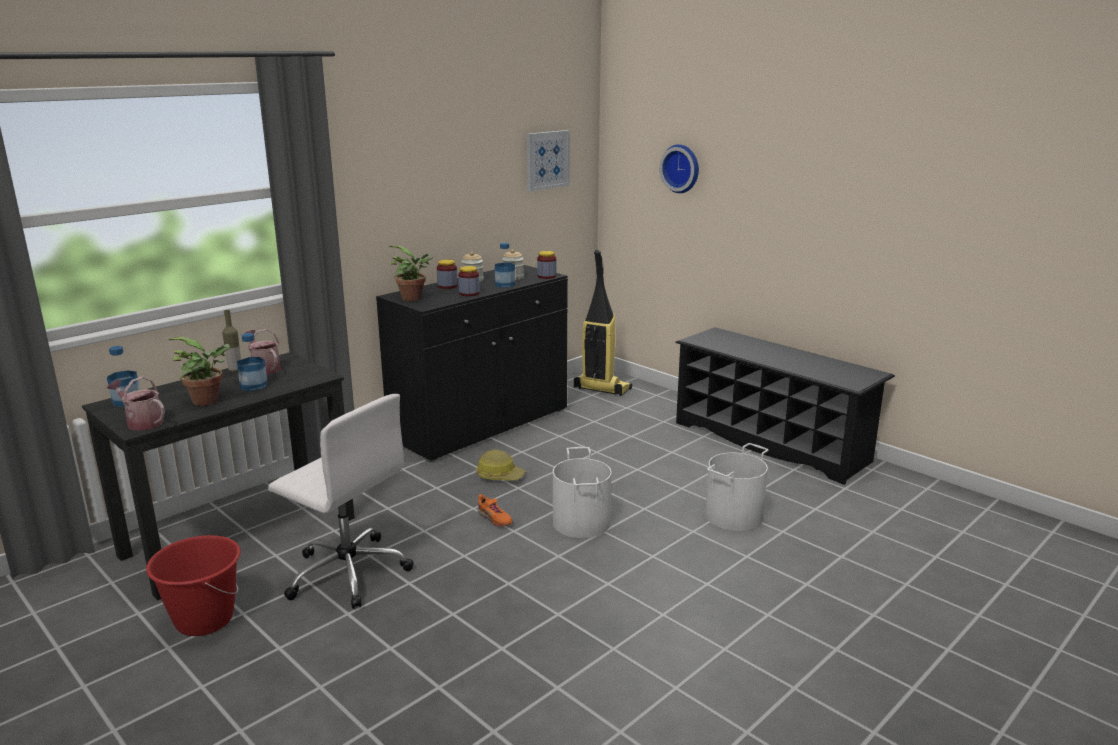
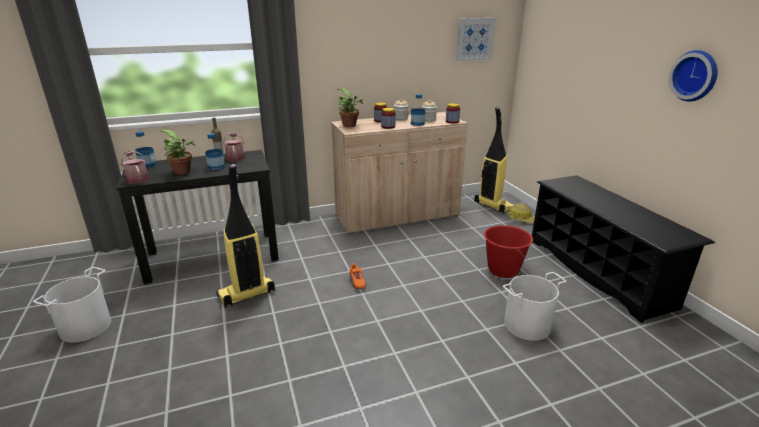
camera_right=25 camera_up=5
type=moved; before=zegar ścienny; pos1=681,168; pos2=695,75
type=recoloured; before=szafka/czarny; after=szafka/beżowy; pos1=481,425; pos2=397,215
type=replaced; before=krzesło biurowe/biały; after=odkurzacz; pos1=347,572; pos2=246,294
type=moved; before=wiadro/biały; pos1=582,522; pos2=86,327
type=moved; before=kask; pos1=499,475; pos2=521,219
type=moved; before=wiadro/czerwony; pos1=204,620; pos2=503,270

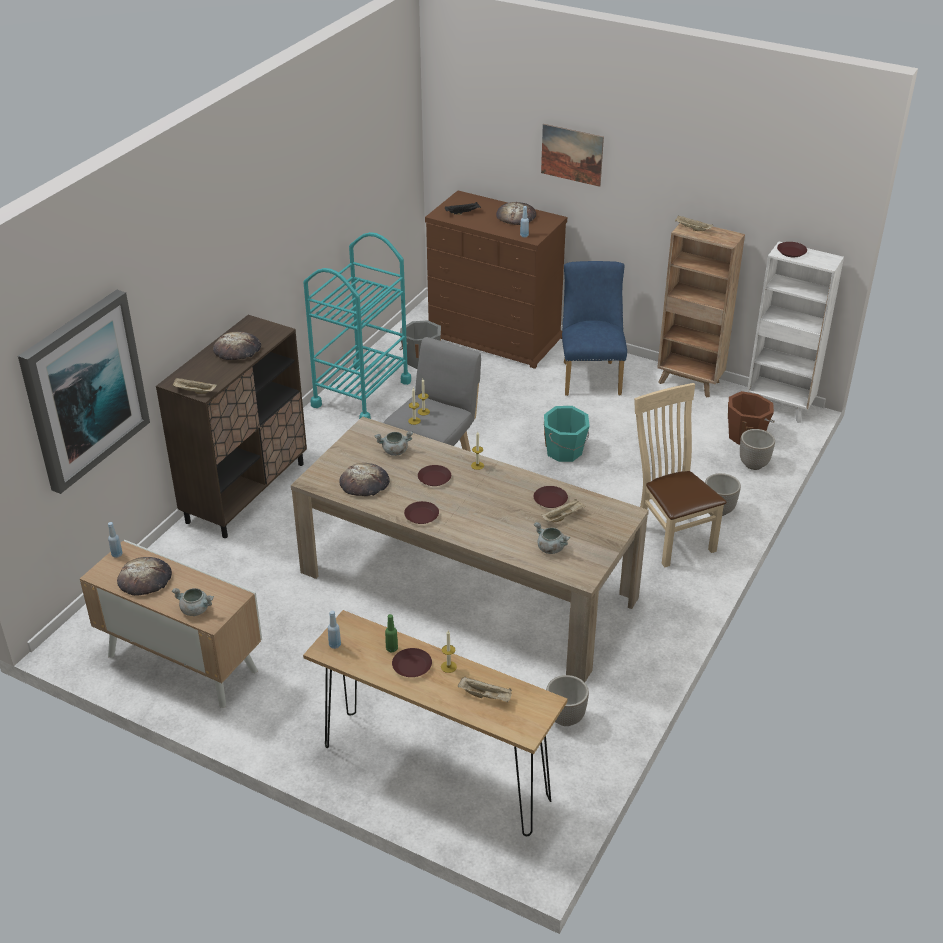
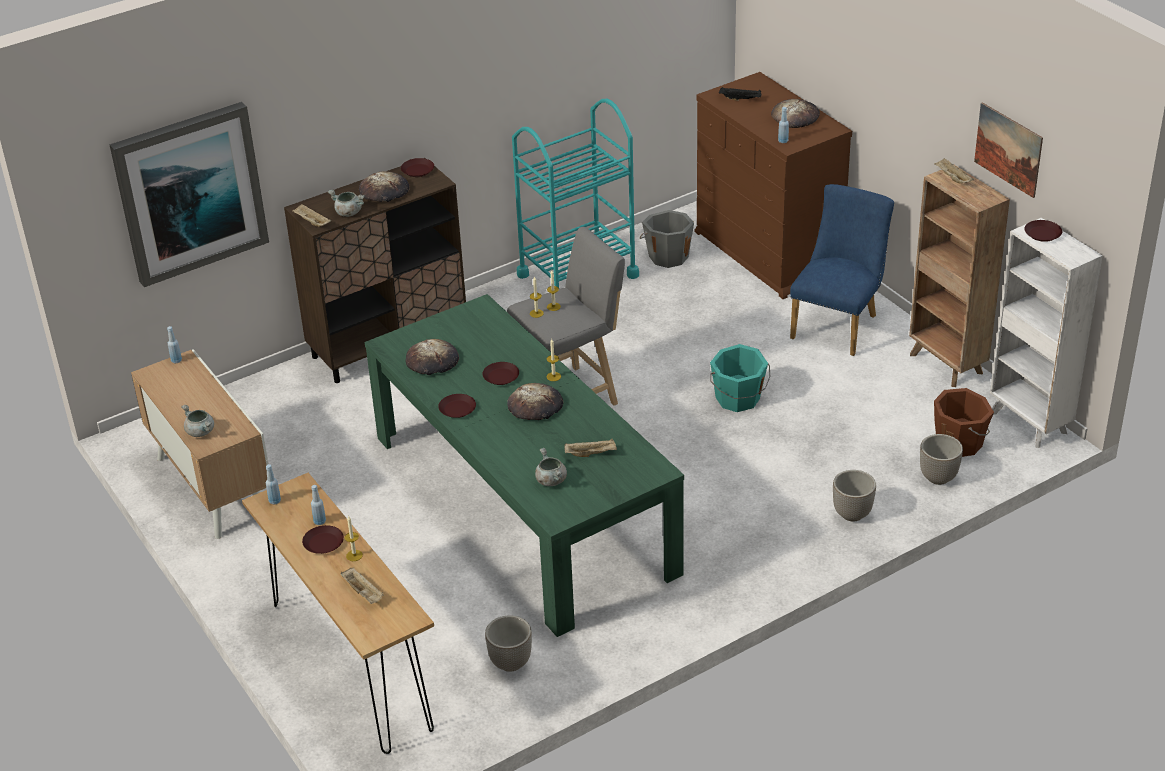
camera_right=30 camera_up=0
type=moved; before=obraz; pos1=572,155; pos2=1008,149
type=removed; before=krzesło/beżowy; pos1=671,535
type=recoloured; before=stół jadalny/beżowy; after=stół jadalny/zielony; pos1=467,585; pos2=523,503
type=moved; before=garnek/szary; pos1=394,451; pos2=348,213
type=moved; before=talerz/brązowy; pos1=550,500; pos2=417,170
type=moved; before=chleb; pos1=145,579; pos2=535,406
type=recoloured; before=butelka/zielony; after=butelka/niebieski; pos1=392,648; pos2=319,521

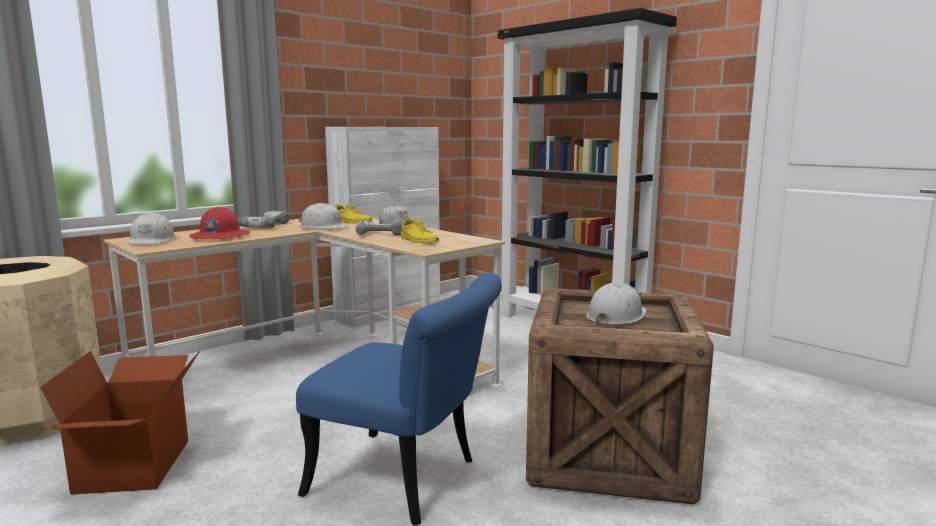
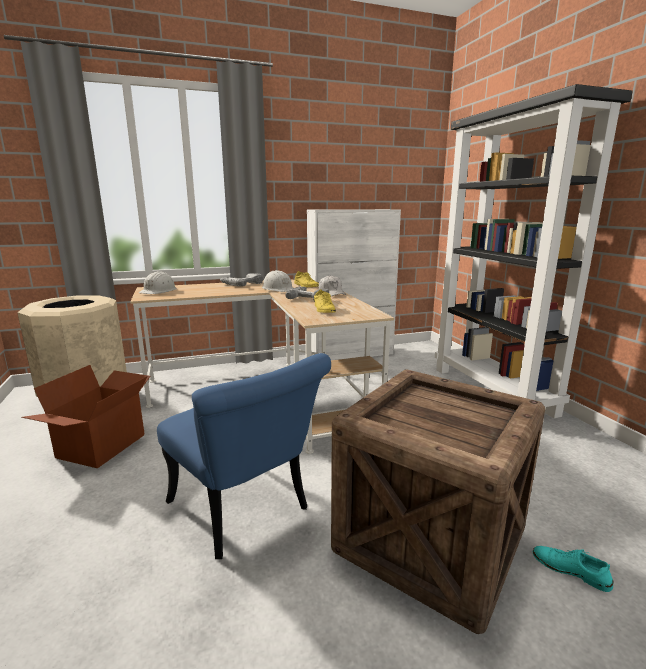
camera_right=25 camera_up=5
type=removed; before=kask/czerwony; pos1=220,237
type=removed; before=kask/biały; pos1=616,316
type=added; after=but/turkusowy; pos2=570,570

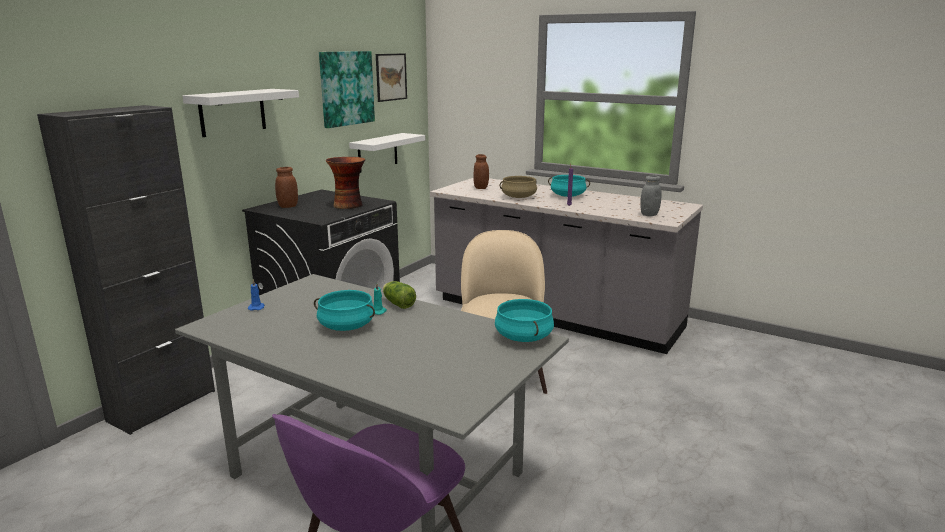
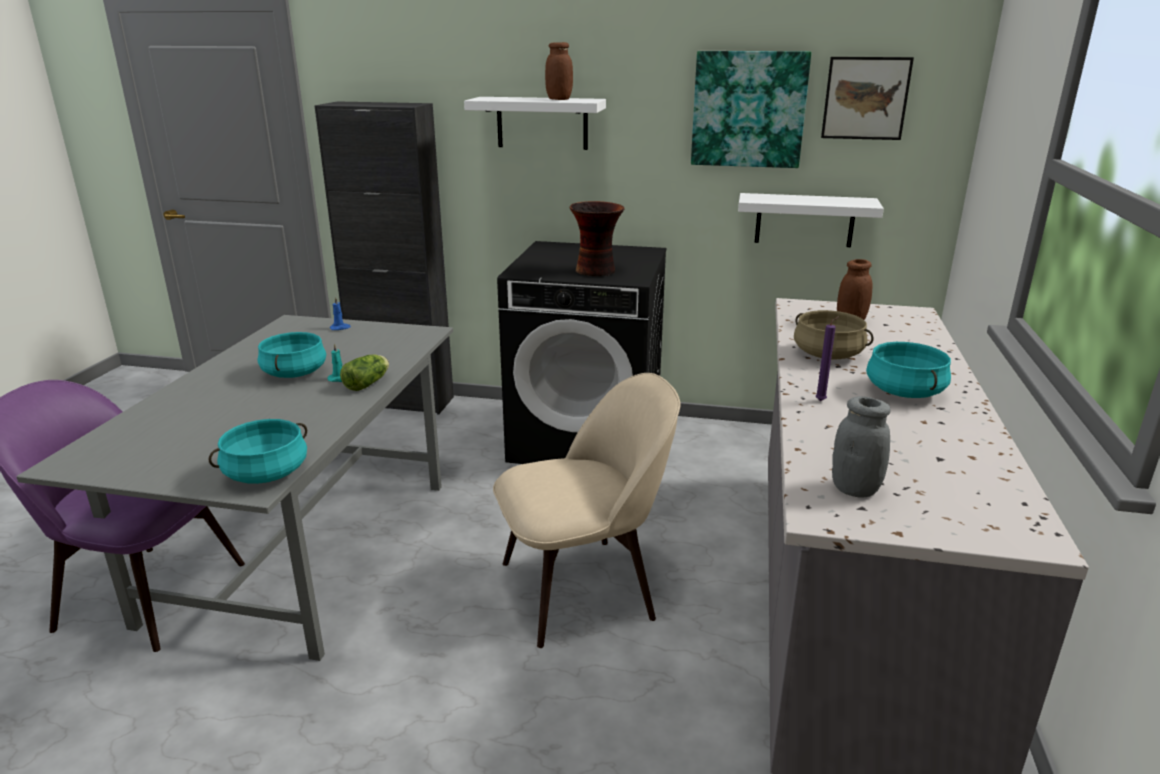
camera_right=70 camera_up=5
type=moved; before=słoik/brązowy; pos1=288,206; pos2=559,99

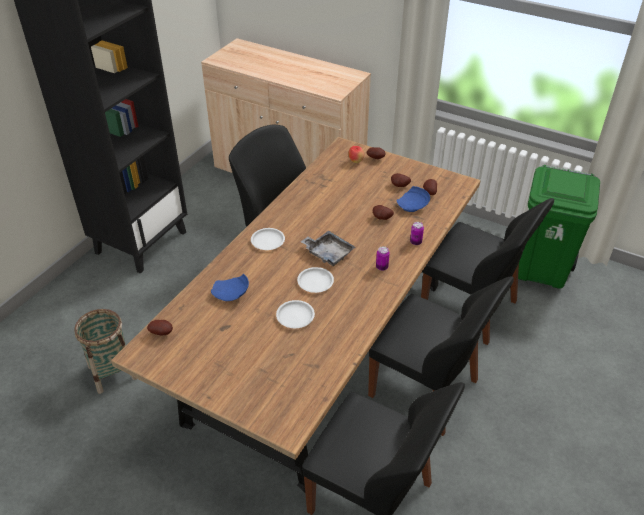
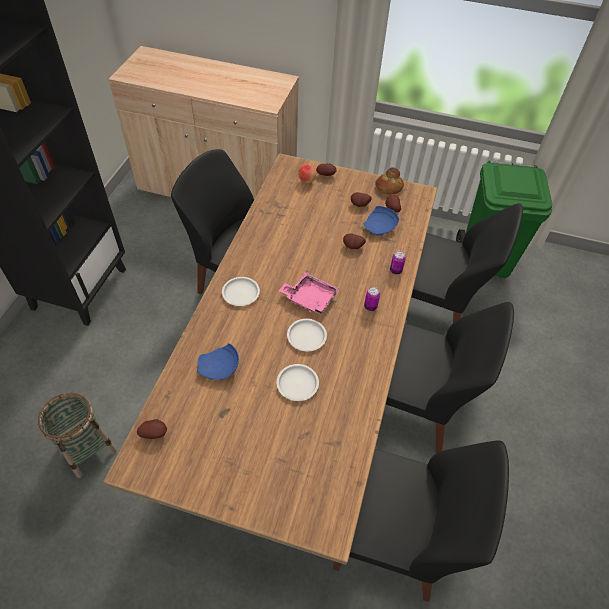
camera_right=-15 camera_up=10
type=recoloured; before=taca/szary; after=taca/różowy; pos1=328,253; pos2=310,298
type=added; after=chleb; pos2=388,187

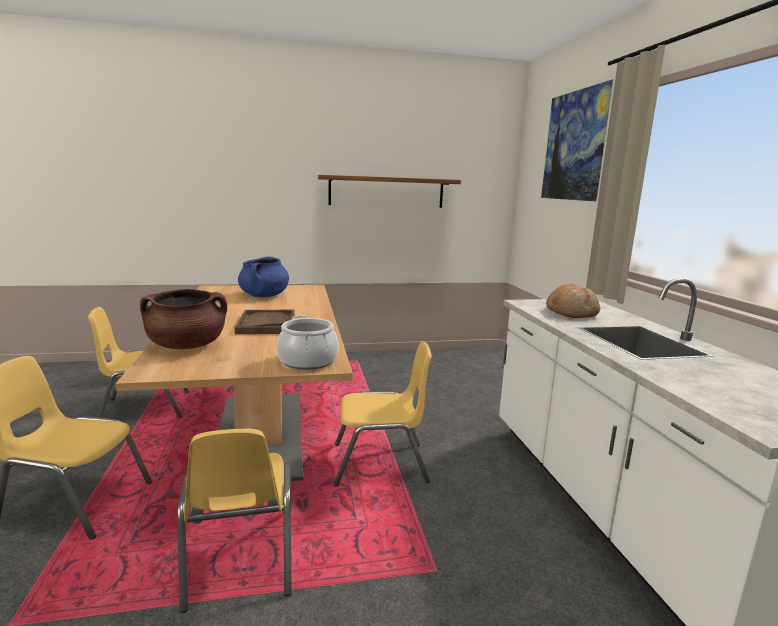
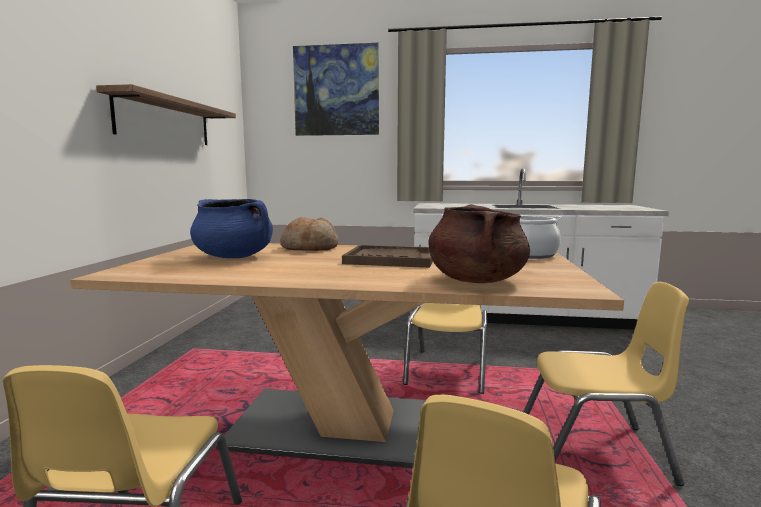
camera_right=-70 camera_up=-5
type=moved; before=chleb; pos1=571,313; pos2=310,248

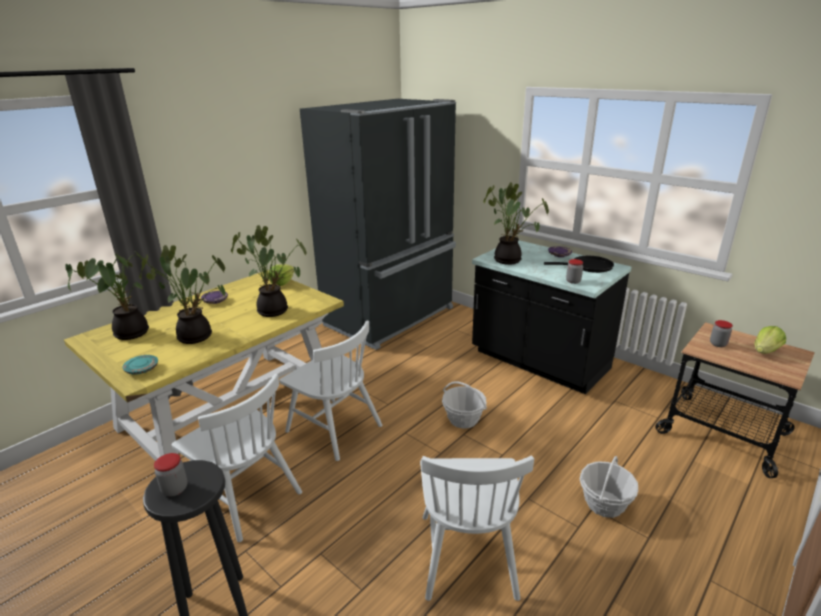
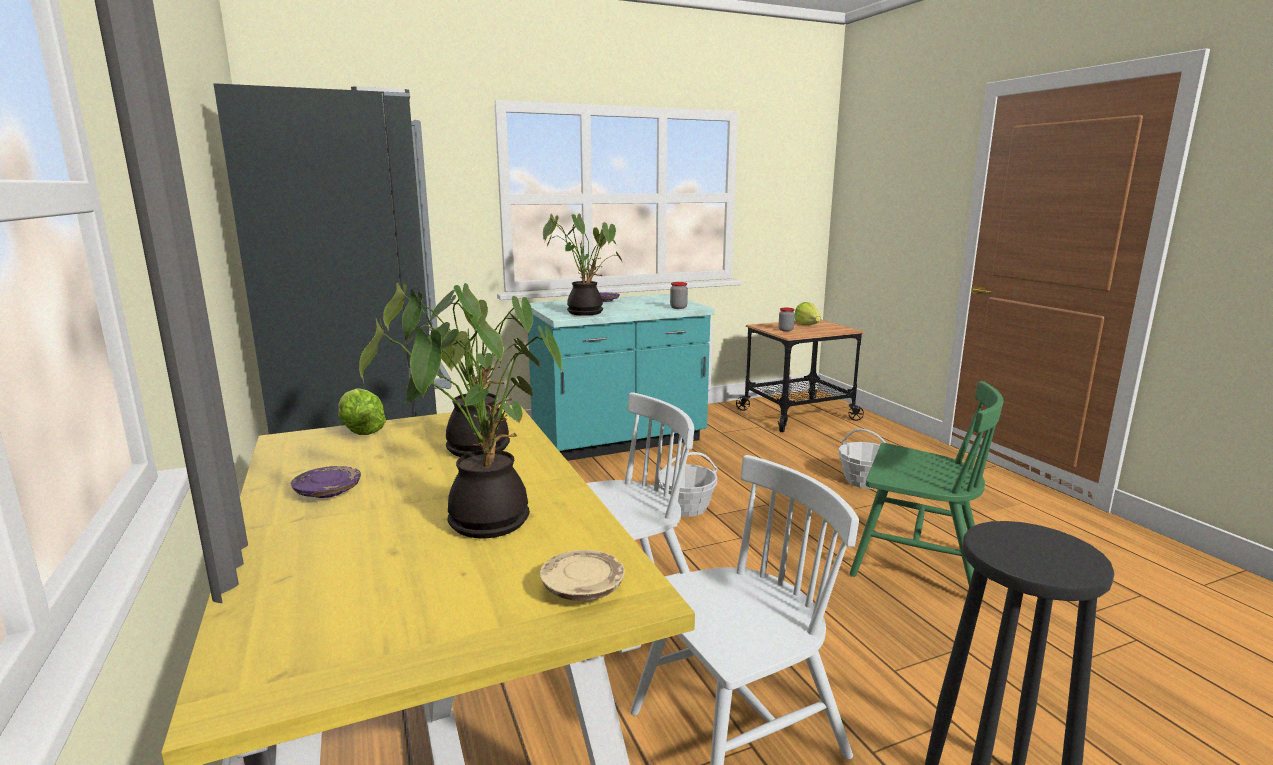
camera_right=-65 camera_up=-10
type=recoloured; before=zabudowa kuchenna/czarny; after=zabudowa kuchenna/turkusowy; pos1=539,362; pos2=619,441
type=removed; before=roślina doniczkowa; pos1=128,333
type=removed; before=patelnia/czarny; pos1=588,267
type=recoloured; before=talerz/turkusowy; after=talerz/beżowy; pos1=142,369; pos2=582,588
type=removed; before=słoik; pos1=175,489
type=recoloured; before=krzesło/biały; after=krzesło/zielony; pos1=467,554; pos2=915,564

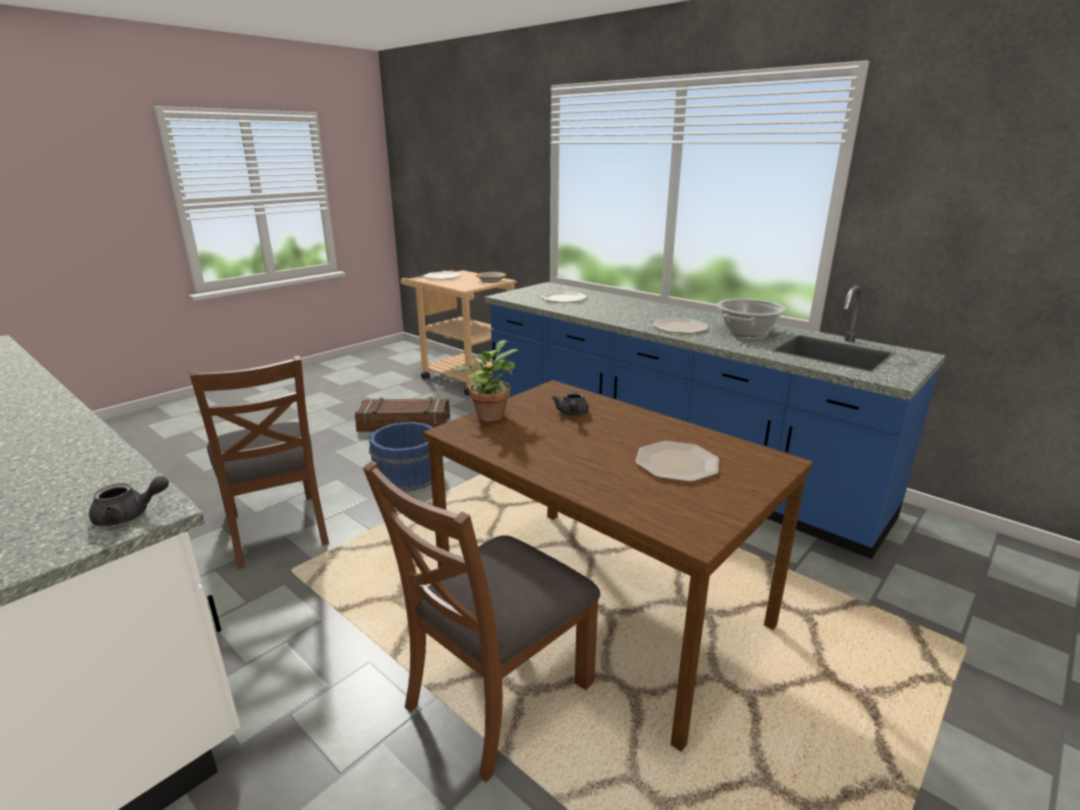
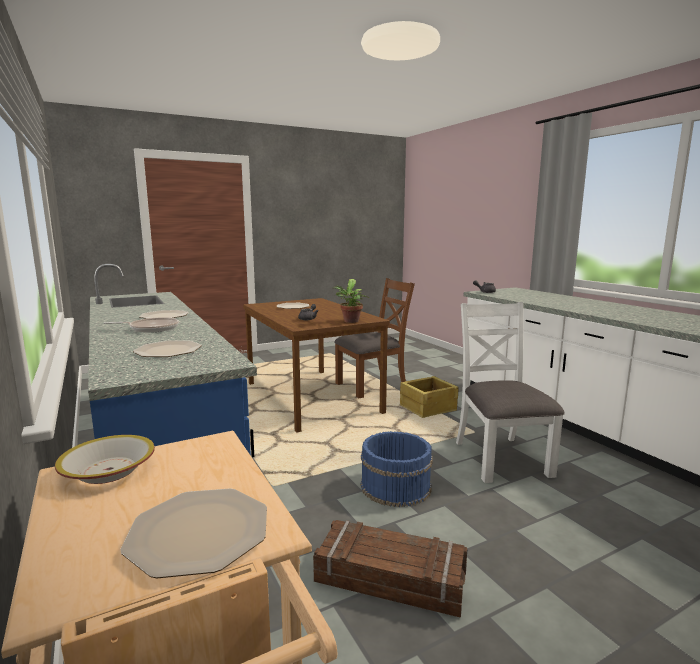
camera_right=-160 camera_up=-10
type=removed; before=garnek; pos1=747,332
type=recoloured; before=krzesło/brązowy; after=krzesło/biały; pos1=278,528; pos2=500,458
type=added; after=patelnia; pos2=151,329
type=added; after=skrzynka; pos2=427,408

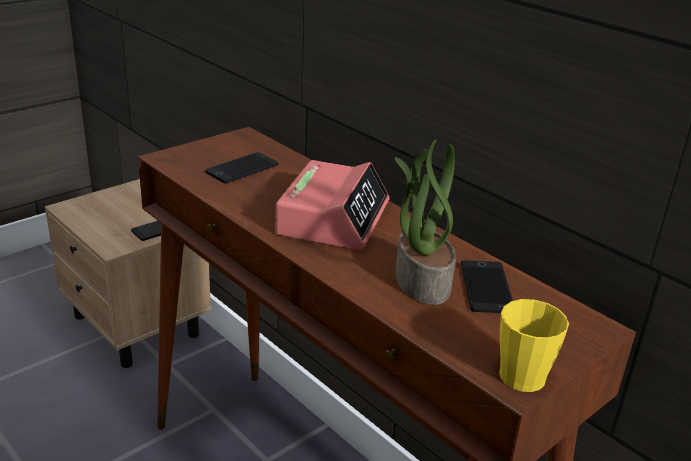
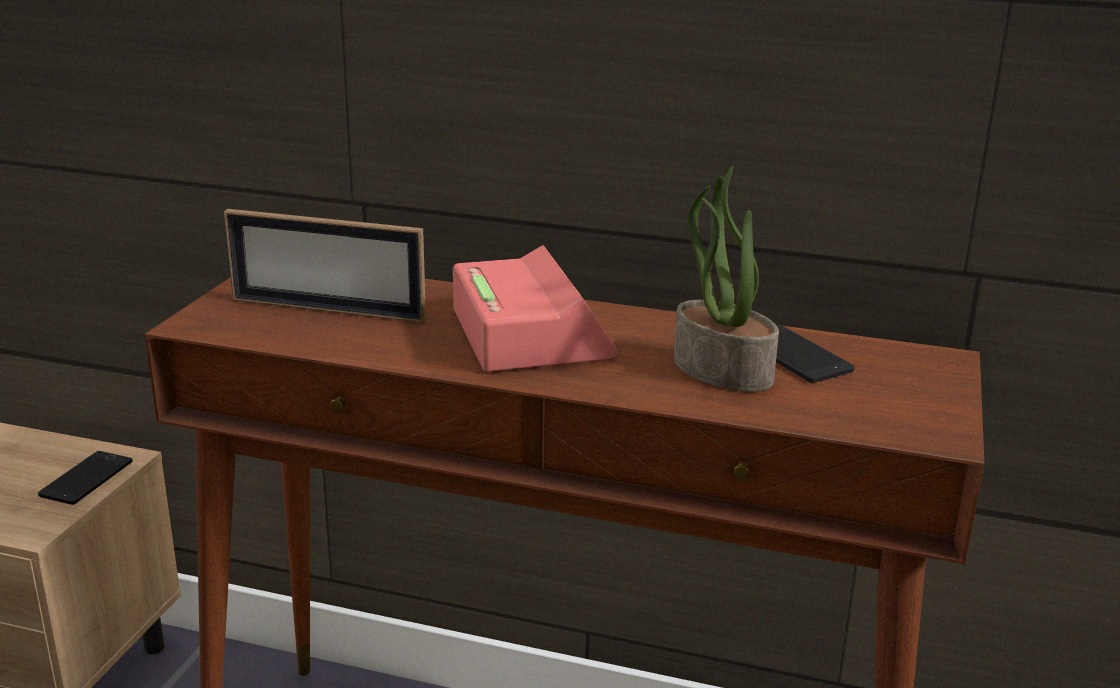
camera_right=-30 camera_up=-5
type=replaced; before=telefon; after=ramka na zdjęcie; pos1=242,168; pos2=328,309
type=removed; before=kubek/żółty; pos1=520,369

